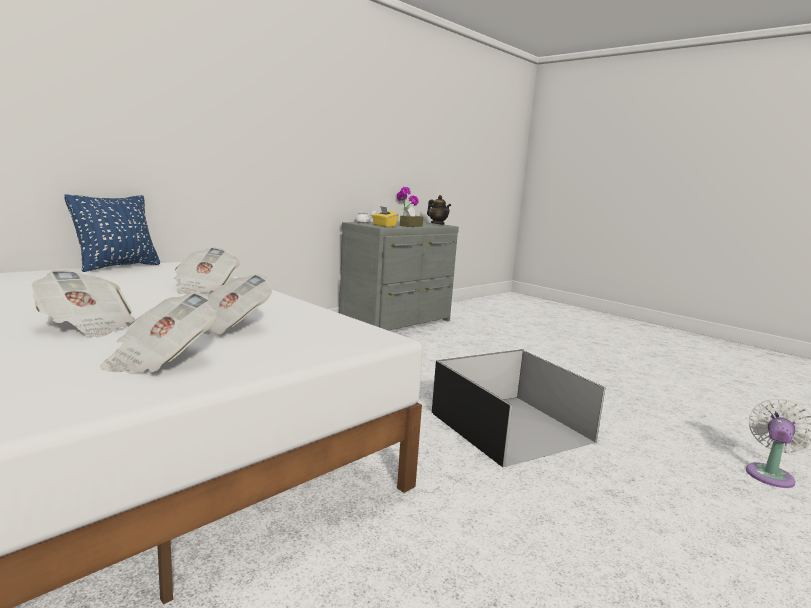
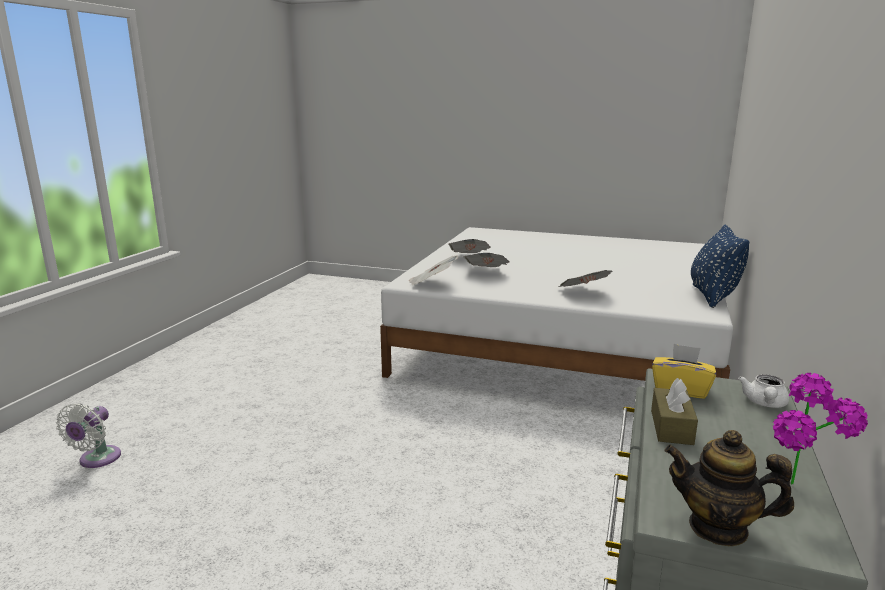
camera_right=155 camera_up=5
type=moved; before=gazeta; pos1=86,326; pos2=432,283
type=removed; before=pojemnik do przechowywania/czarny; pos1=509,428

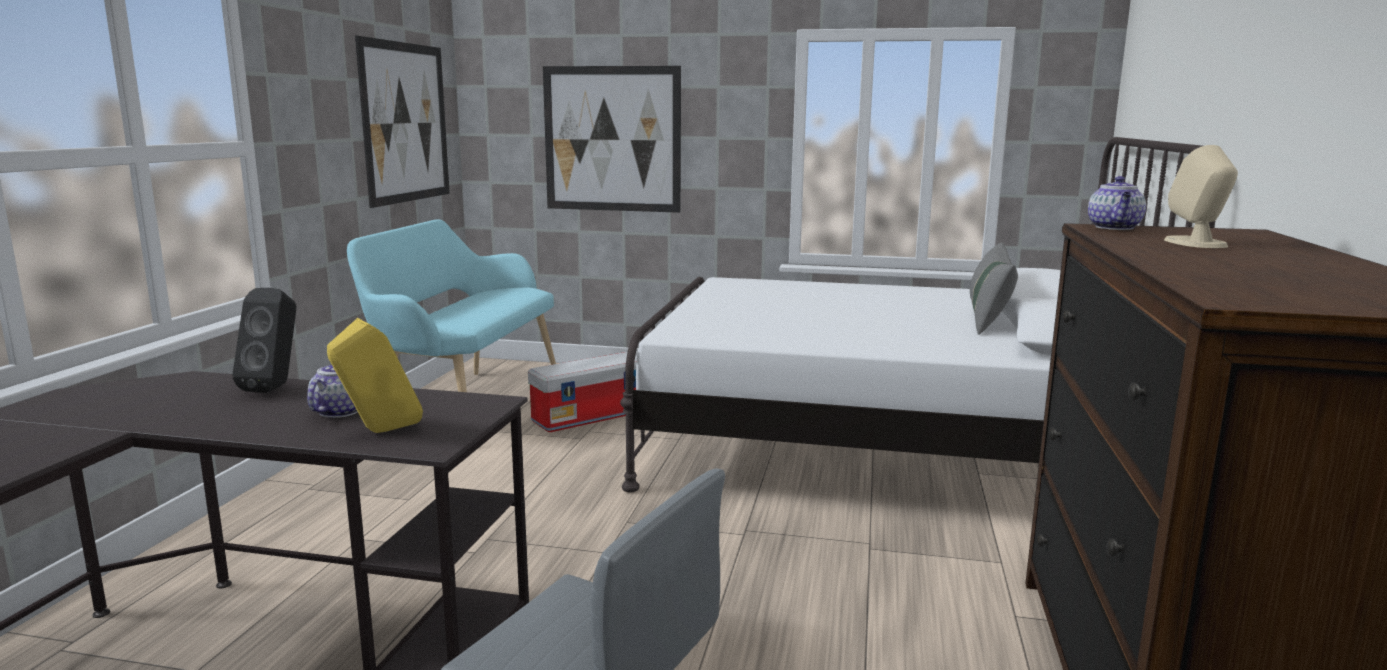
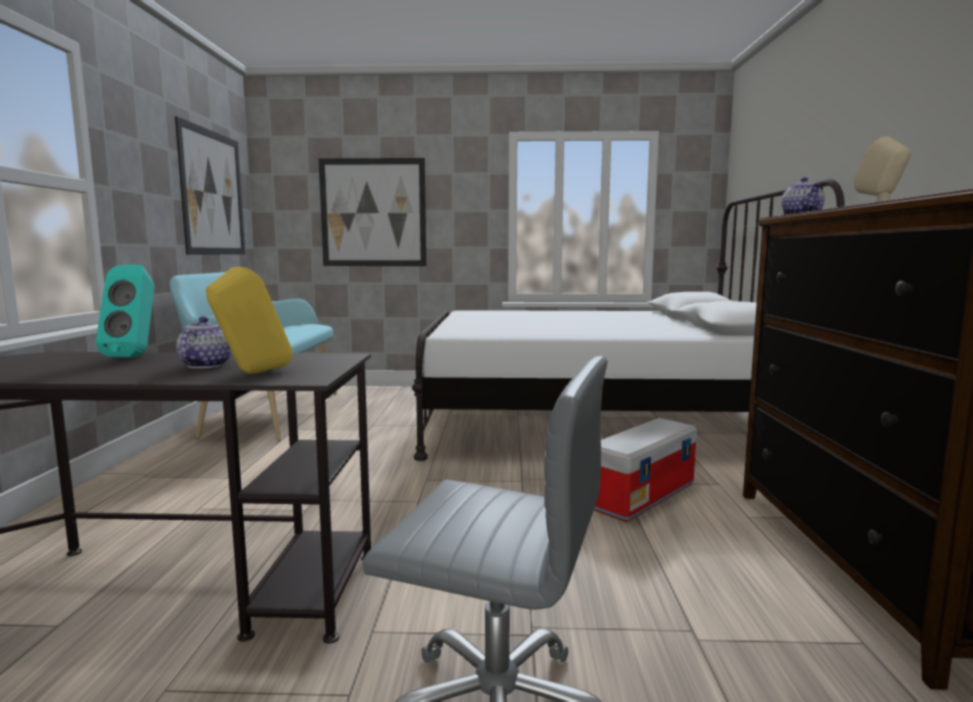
camera_right=-10 camera_up=-5
type=removed; before=poduszka/szary; pos1=988,319
type=recoloured; before=głośnik/czarny; after=głośnik/turkusowy; pos1=275,387; pos2=135,356
type=moved; before=pojemnik do przechowywania; pos1=591,416; pos2=642,495

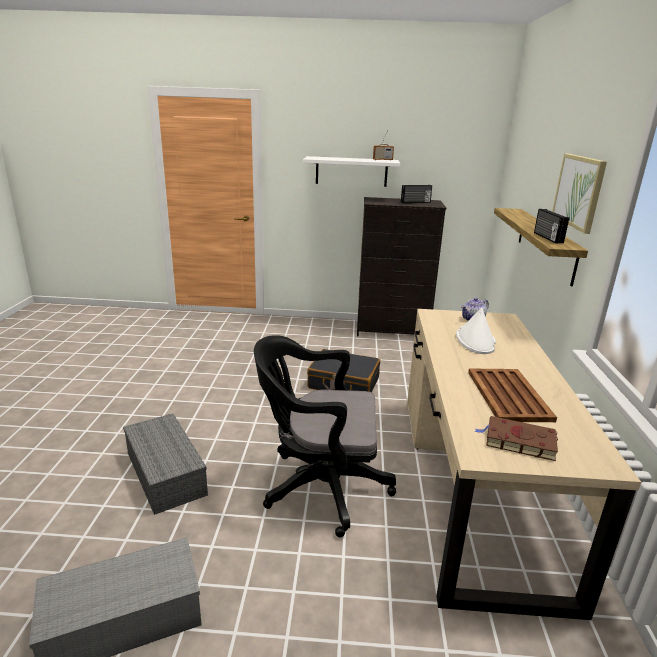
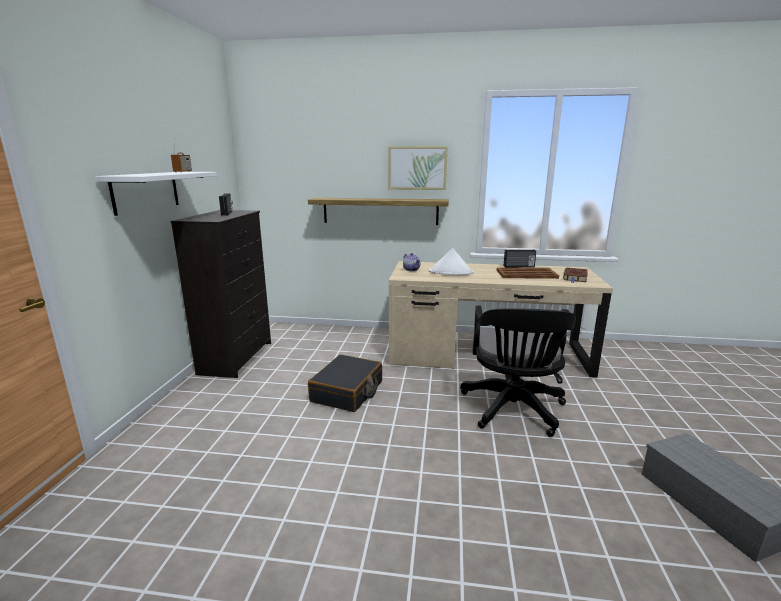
camera_right=-85 camera_up=-5
type=moved; before=radio; pos1=547,238; pos2=519,266
type=removed; before=pojemnik do przechowywania/szary; pos1=167,474

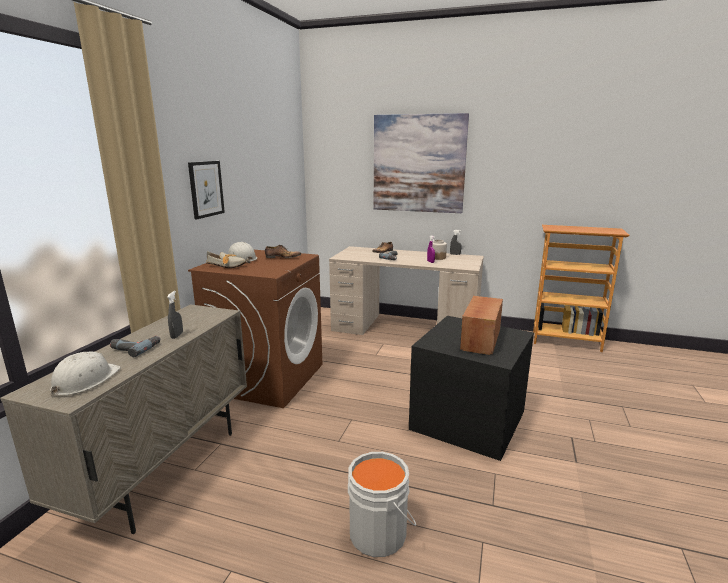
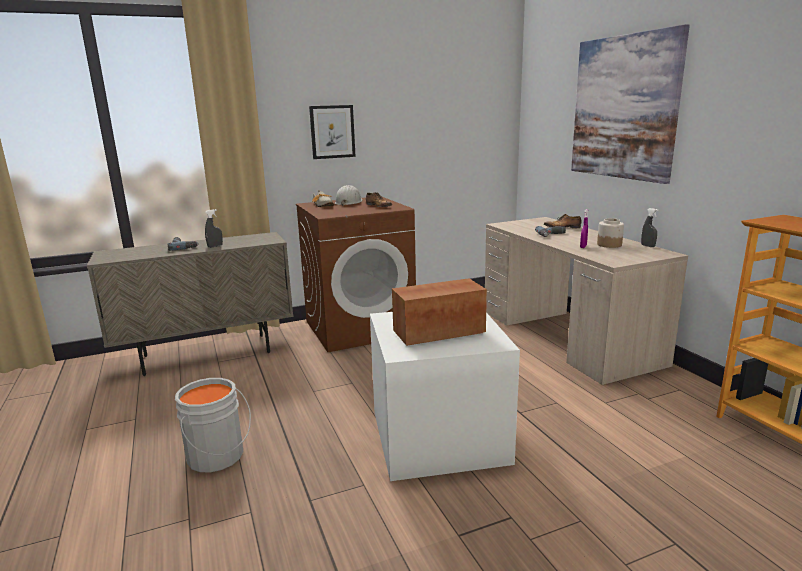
camera_right=50 camera_up=0
type=recoloured; before=pojemnik do przechowywania/czarny; after=pojemnik do przechowywania/biały; pos1=469,421; pos2=437,438
type=removed; before=kask/biały; pos1=85,380

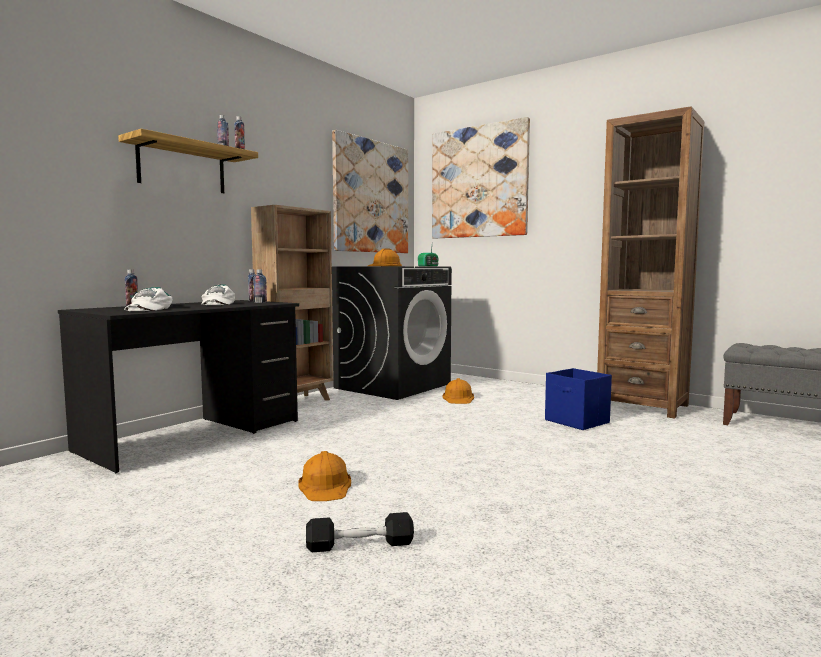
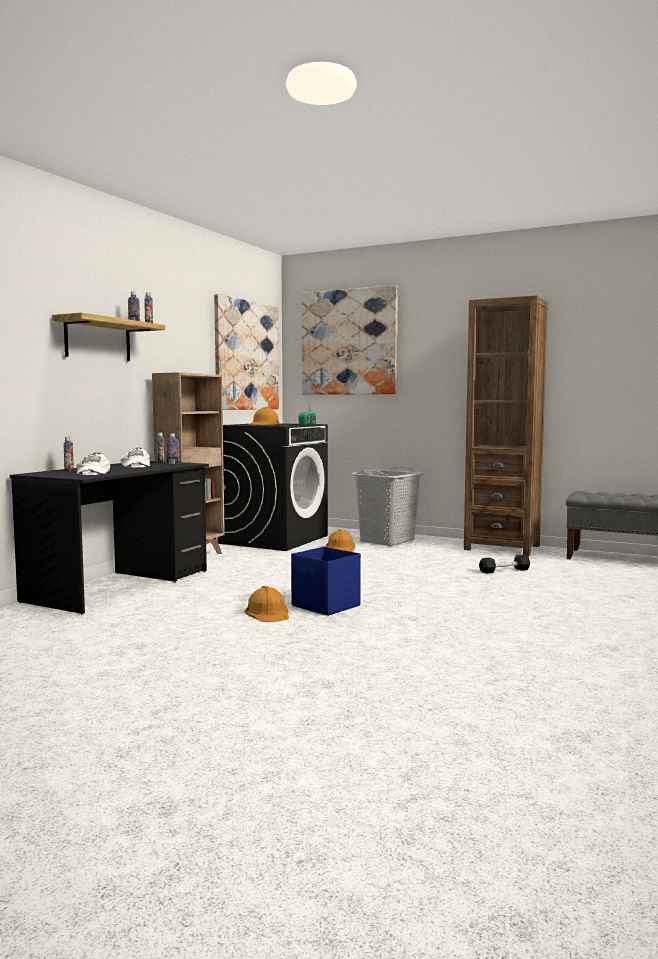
camera_right=-10 camera_up=0
type=moved; before=pojemnik do przechowywania/niebieski; pos1=577,421; pos2=326,606
type=moved; before=hantel/czarny; pos1=360,545; pos2=504,570
type=added; after=kosz na pranie/szary; pos2=387,540

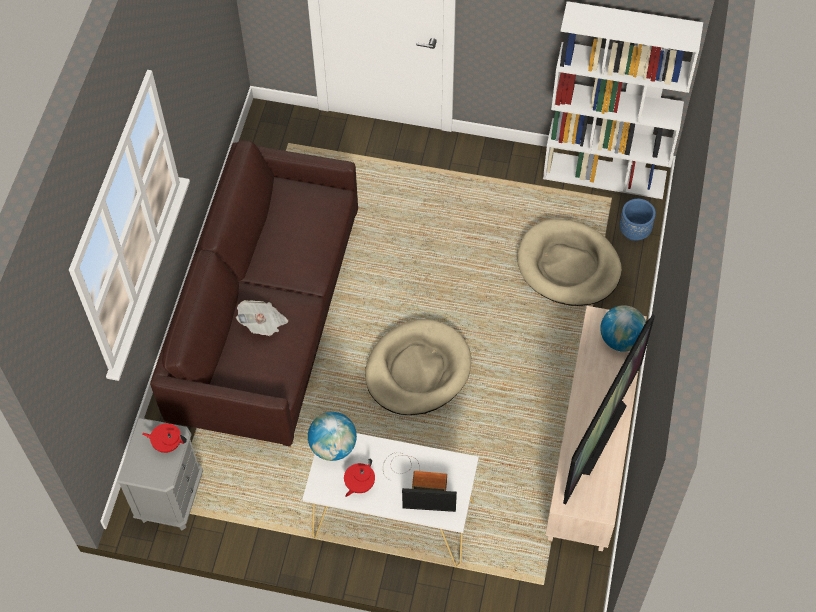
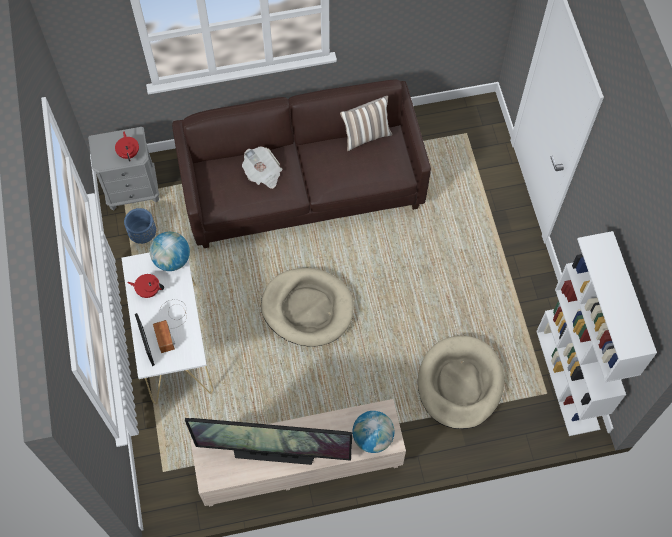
camera_right=65 camera_up=5
type=moved; before=donica/niebieski; pos1=634,231; pos2=143,234
type=added; after=poduszka; pos2=366,136

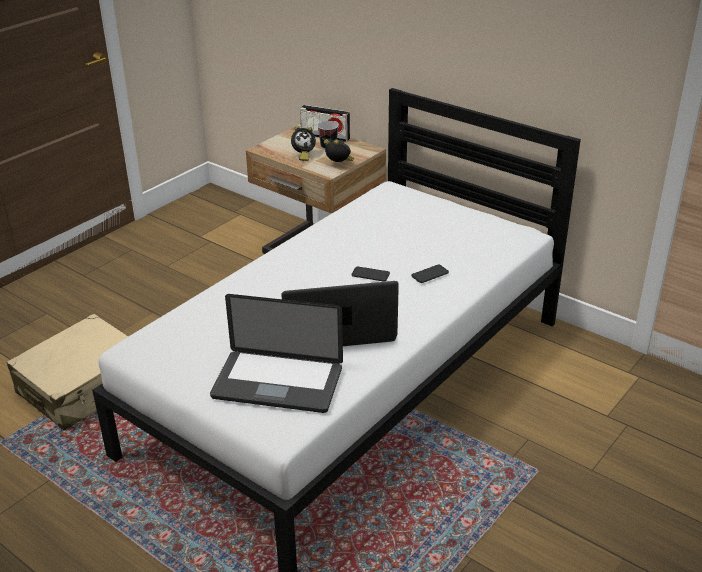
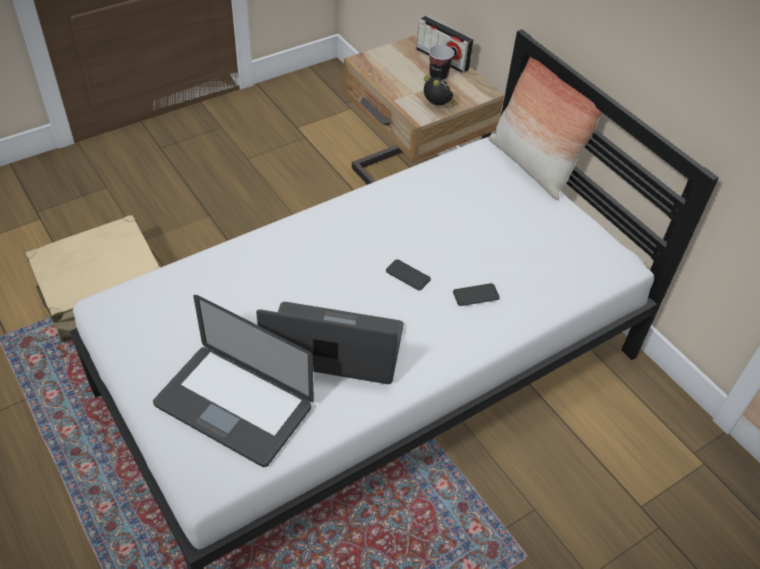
camera_right=15 camera_up=15
type=removed; before=budzik; pos1=303,156
type=added; after=poduszka; pos2=532,165

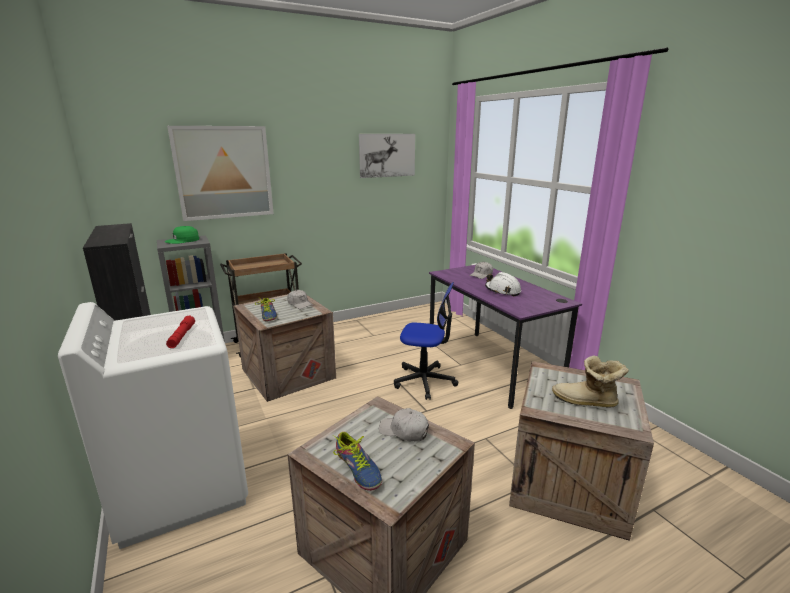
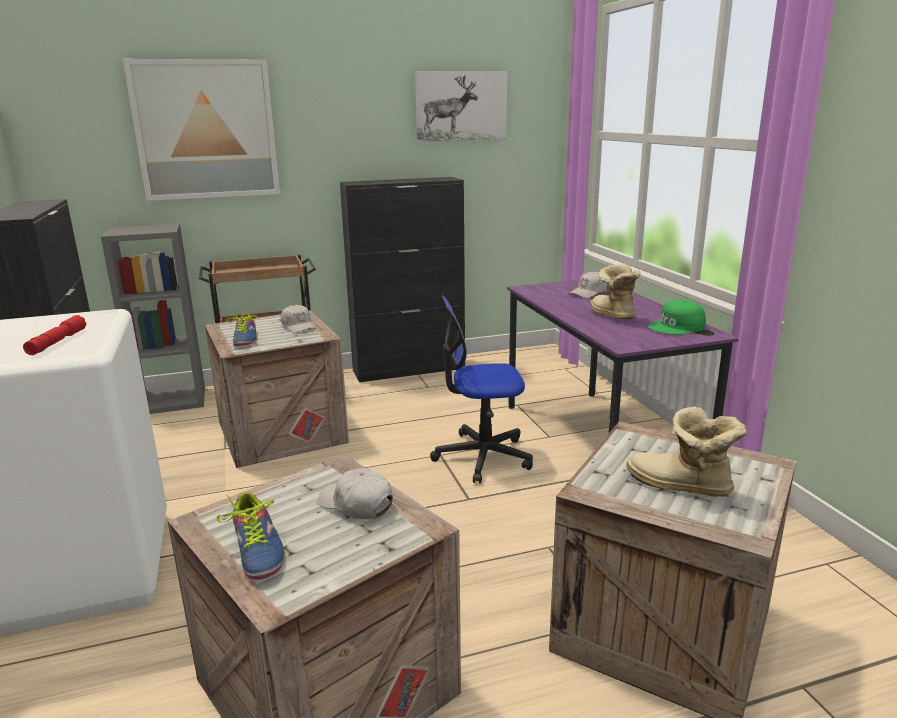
camera_right=10 camera_up=0
type=moved; before=czapka z daszkiem/zielony; pos1=183,240; pos2=677,327
type=replaced; before=kask/biały; after=but z cholewką; pos1=502,291; pos2=611,315
type=turned; before=krzesło biurowe; pos1=425,381; pos2=482,456; turn=150
type=added; after=szafka/czarny; pos2=409,369

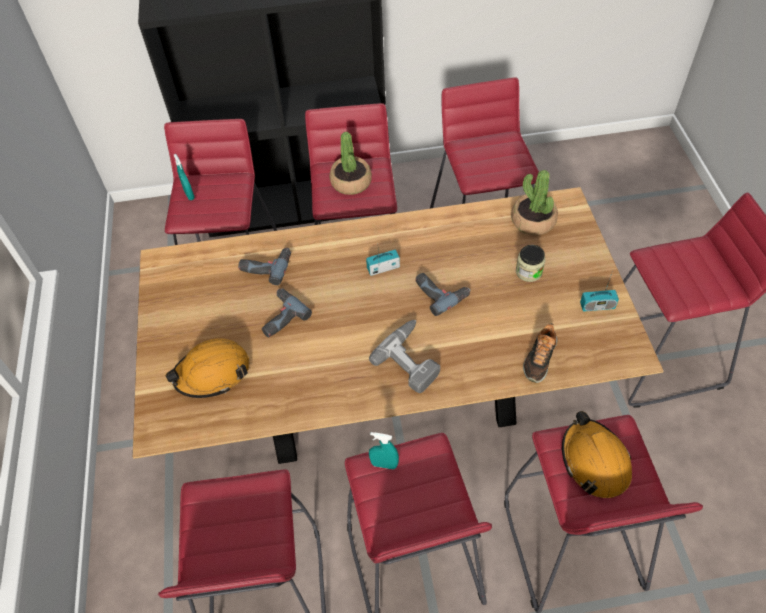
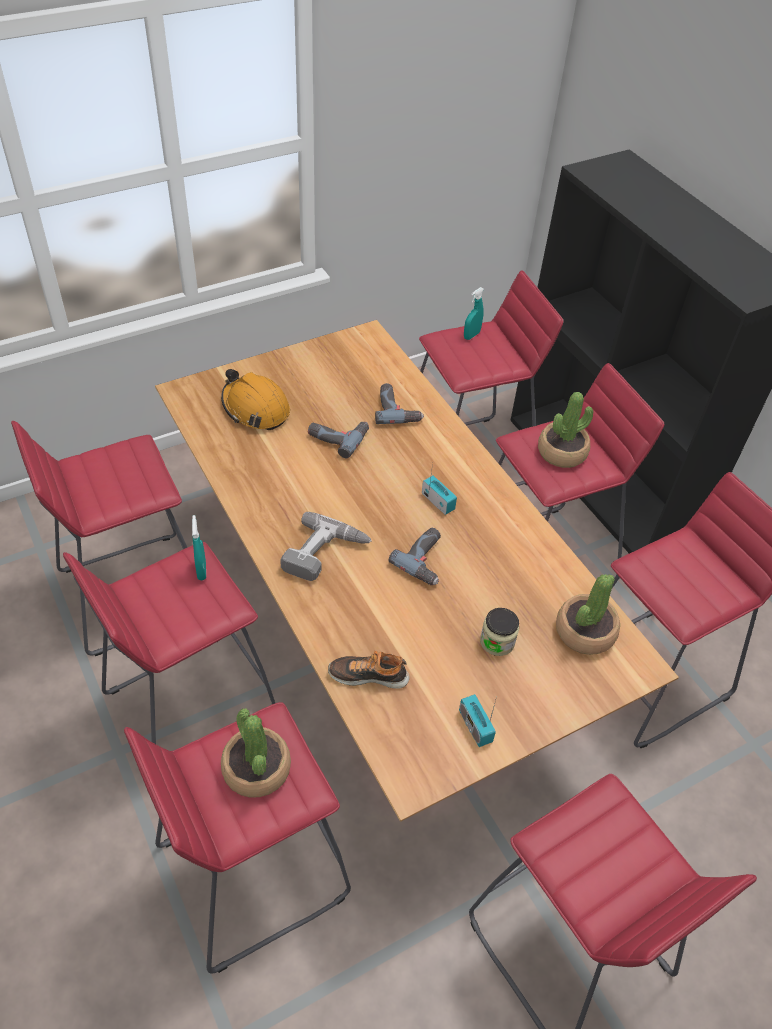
camera_right=65 camera_up=-5
type=replaced; before=kask/pomarańczowy; after=roślina doniczkowa; pos1=594,461; pos2=256,768

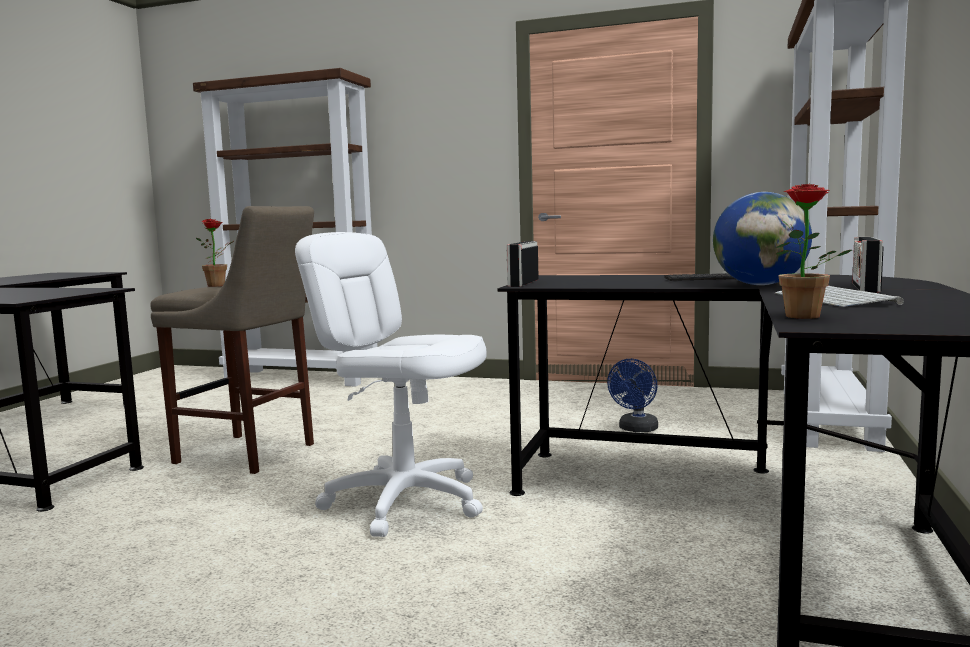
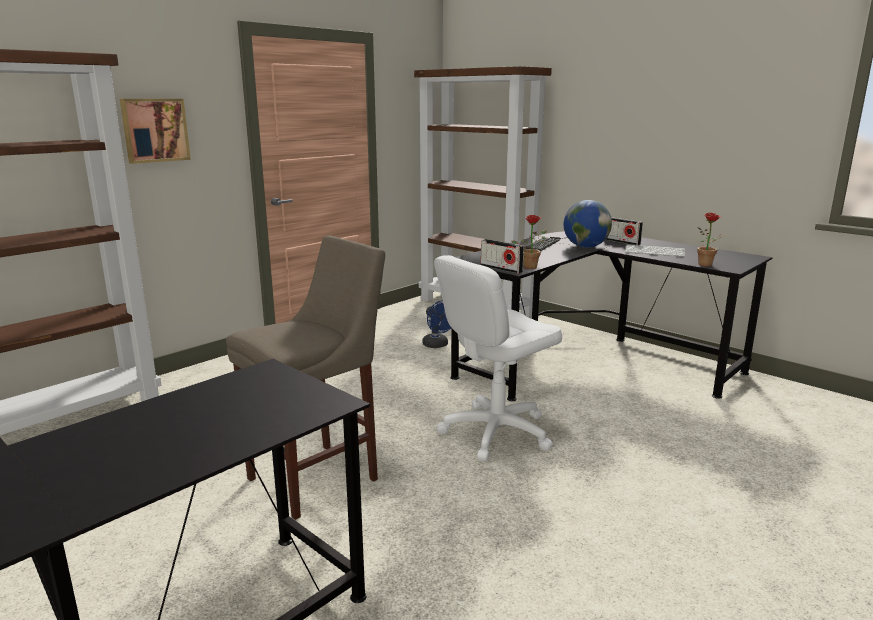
camera_right=-65 camera_up=10
type=moved; before=roślina doniczkowa; pos1=220,285; pos2=531,266
type=added; after=obraz; pos2=154,130

